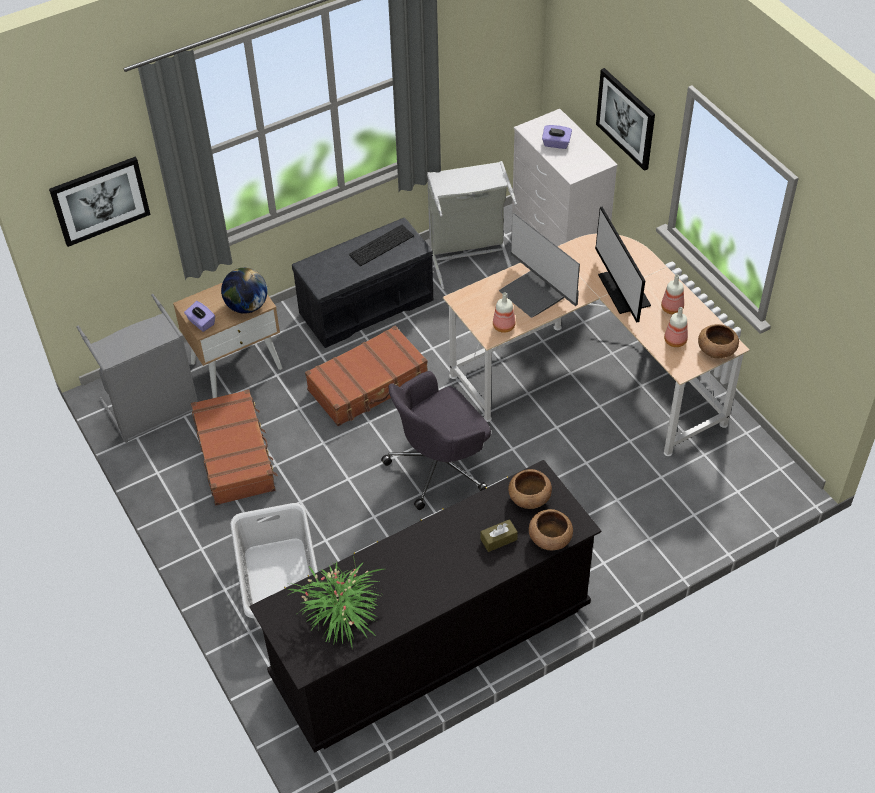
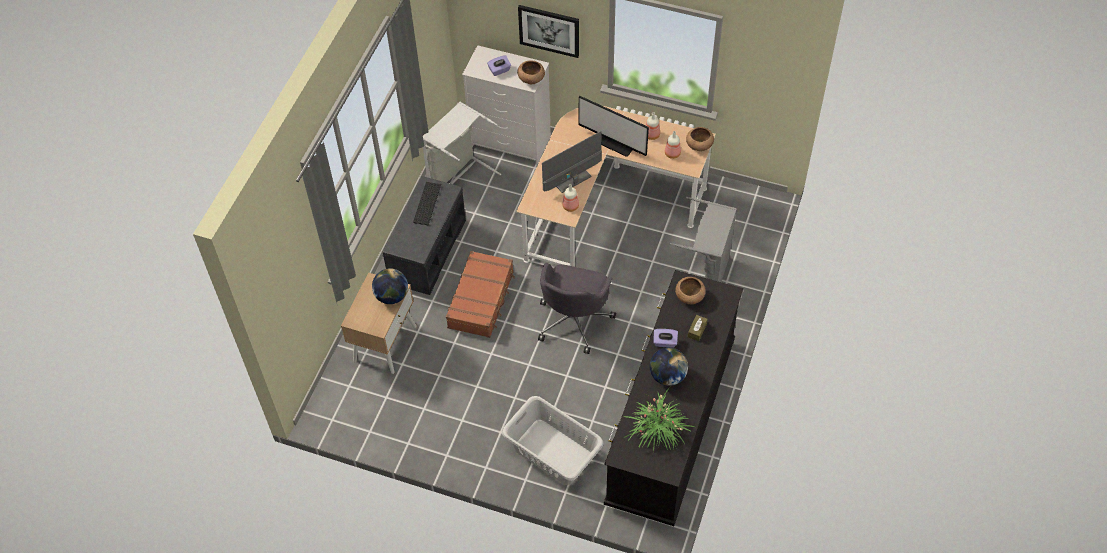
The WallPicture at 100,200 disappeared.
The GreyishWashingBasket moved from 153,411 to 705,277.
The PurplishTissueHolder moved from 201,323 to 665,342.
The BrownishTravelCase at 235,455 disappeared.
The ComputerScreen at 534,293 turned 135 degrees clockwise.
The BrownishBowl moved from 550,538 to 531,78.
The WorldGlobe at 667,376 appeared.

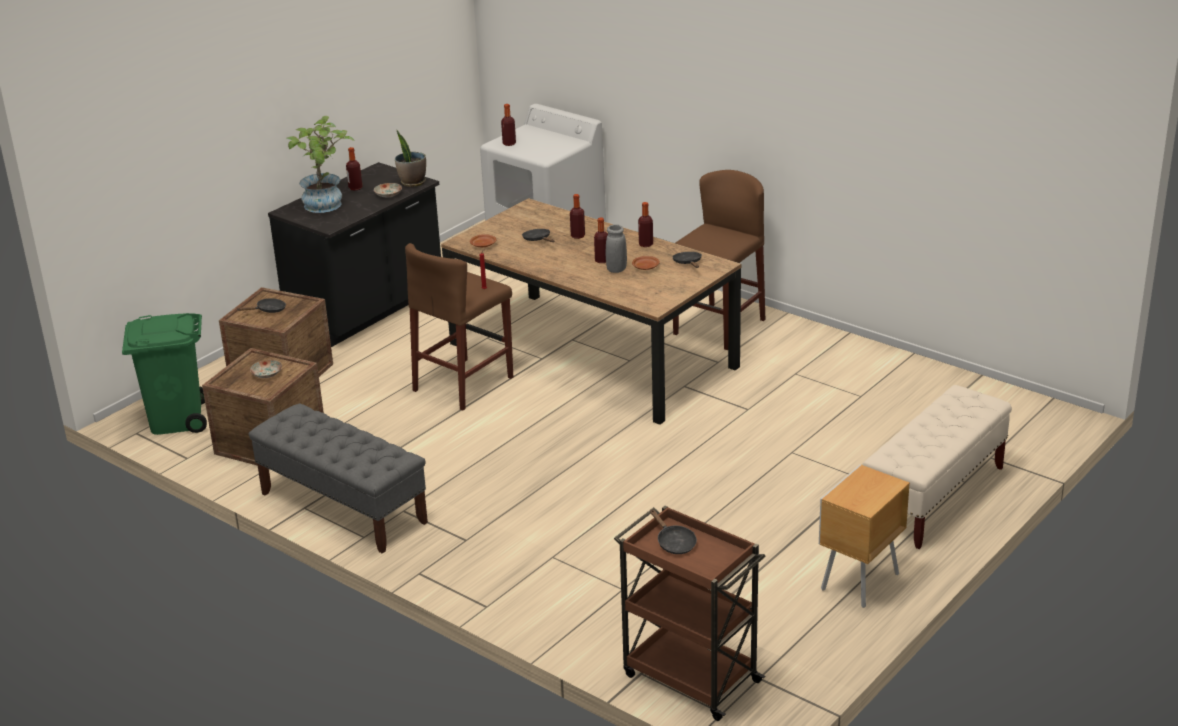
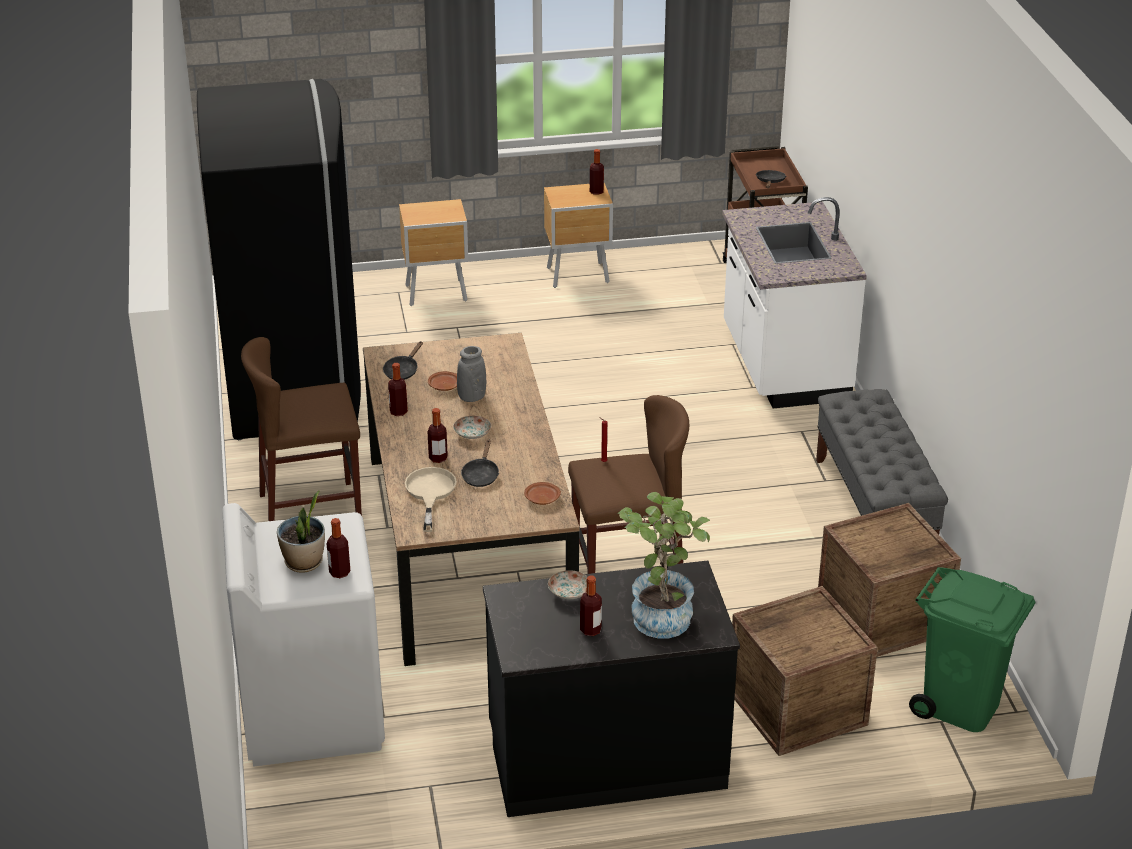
The BlackishSkillet at 268,310 disappeared.
The DinnerPlate moved from 267,374 to 472,433.
The PottedPlant moved from 412,182 to 304,562.
The DrinkBottle moved from 602,260 to 596,191.
The BeigeColouredBench at 933,497 was replaced by the BrownishNightstand at 438,294.
The BlackishKitchenFridge at 293,386 appeared.
The BeigeColouredSkillet at 430,493 appeared.
The WhitishCounter at 783,365 appeared.

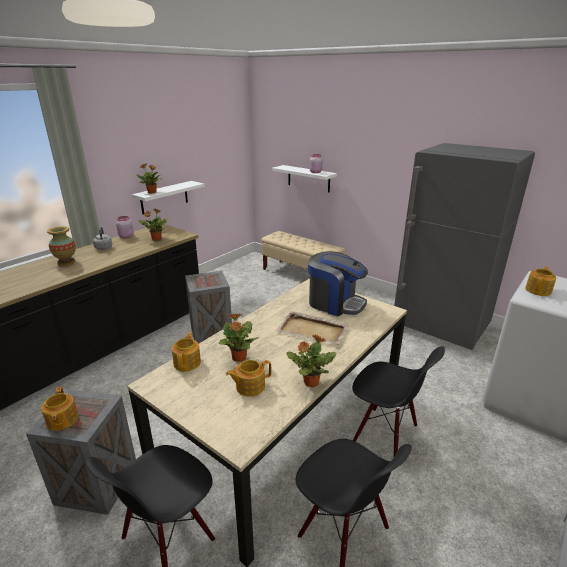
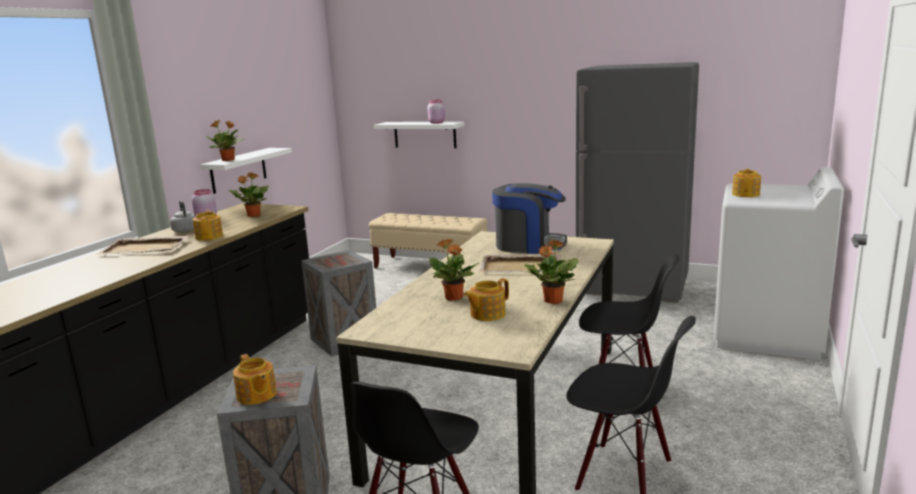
The DecorativeVase at 66,262 was replaced by the BeigeColouredServingTray at 145,248.
The TeaPot moved from 187,362 to 209,236.

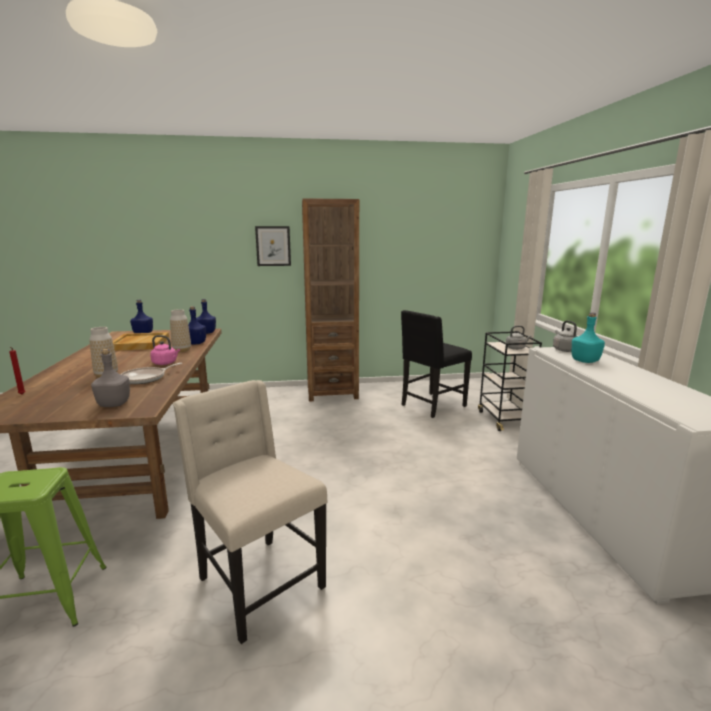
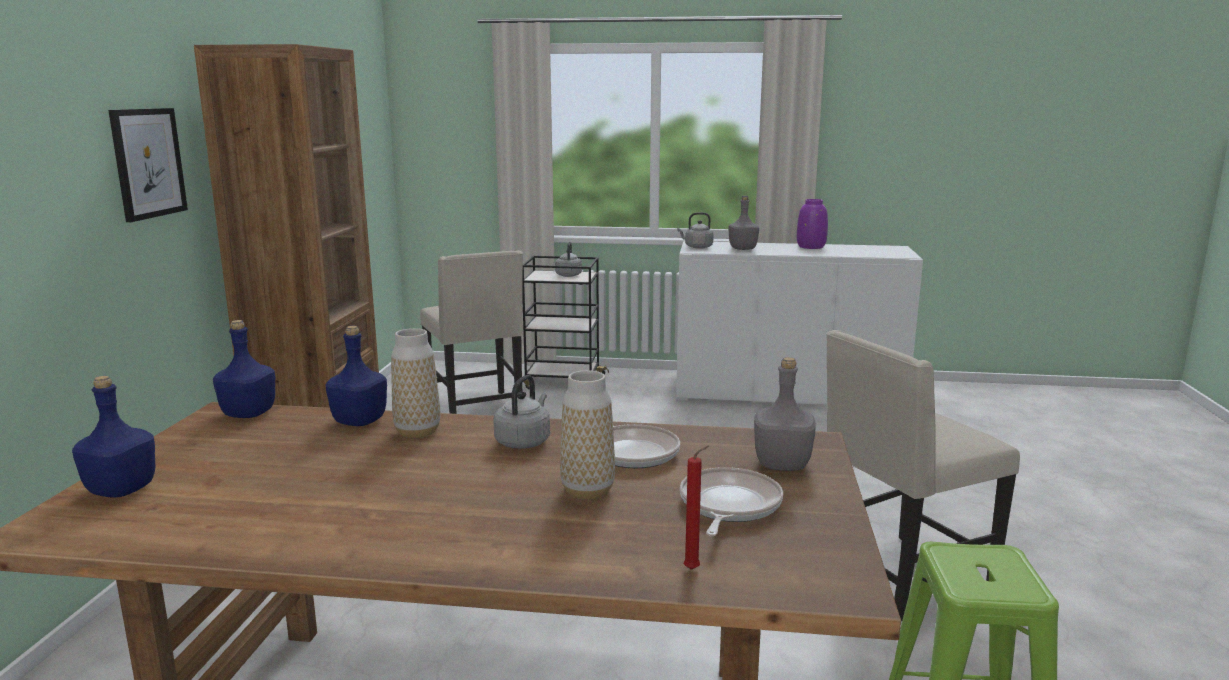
The BeigeColouredServingTray at 140,343 disappeared.
The PinkColouredTeaKettle at 166,363 became the GreyishTeaKettle at 524,441.
The BlackishPlainChair at 432,406 became the BeigeColouredPlainChair at 477,411.
The TurquoiseDrinkBottle at 585,361 became the GreyishDrinkBottle at 743,249.
The Skillet at 728,506 appeared.
The PurplishDecorativeVase at 810,247 appeared.

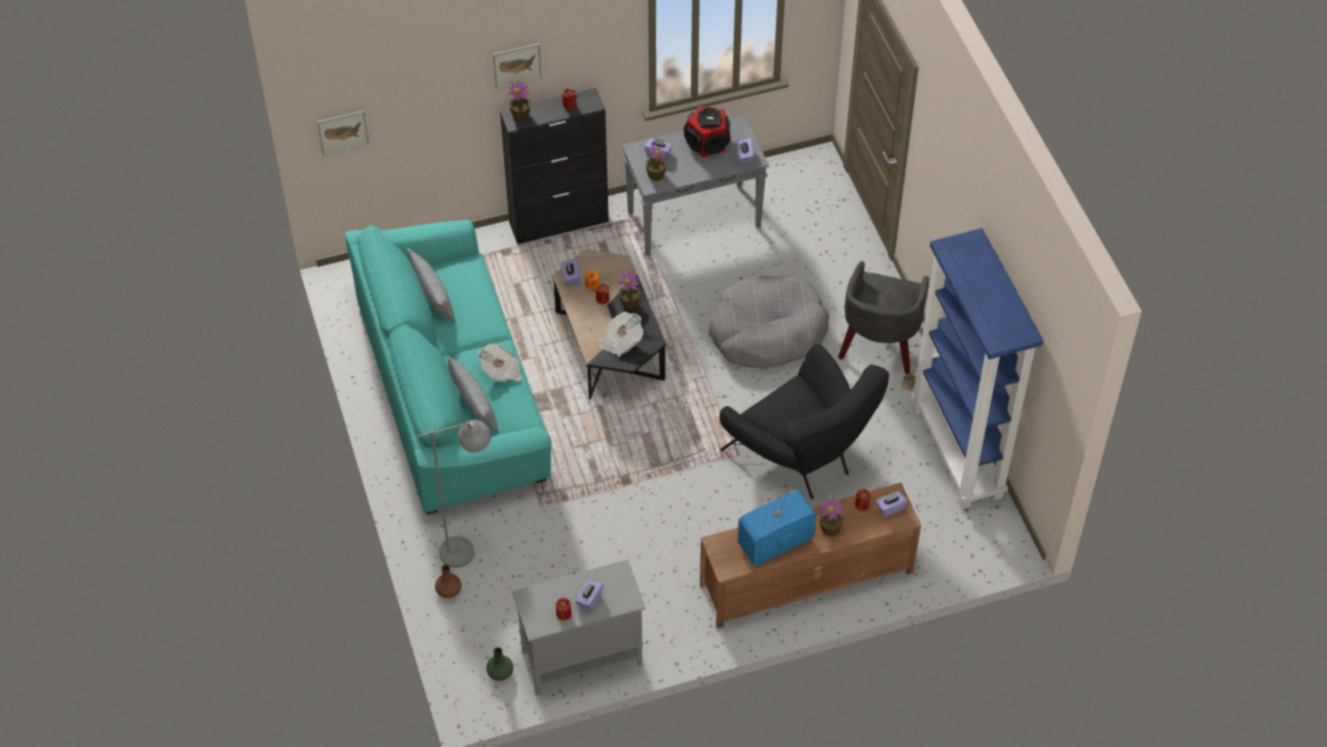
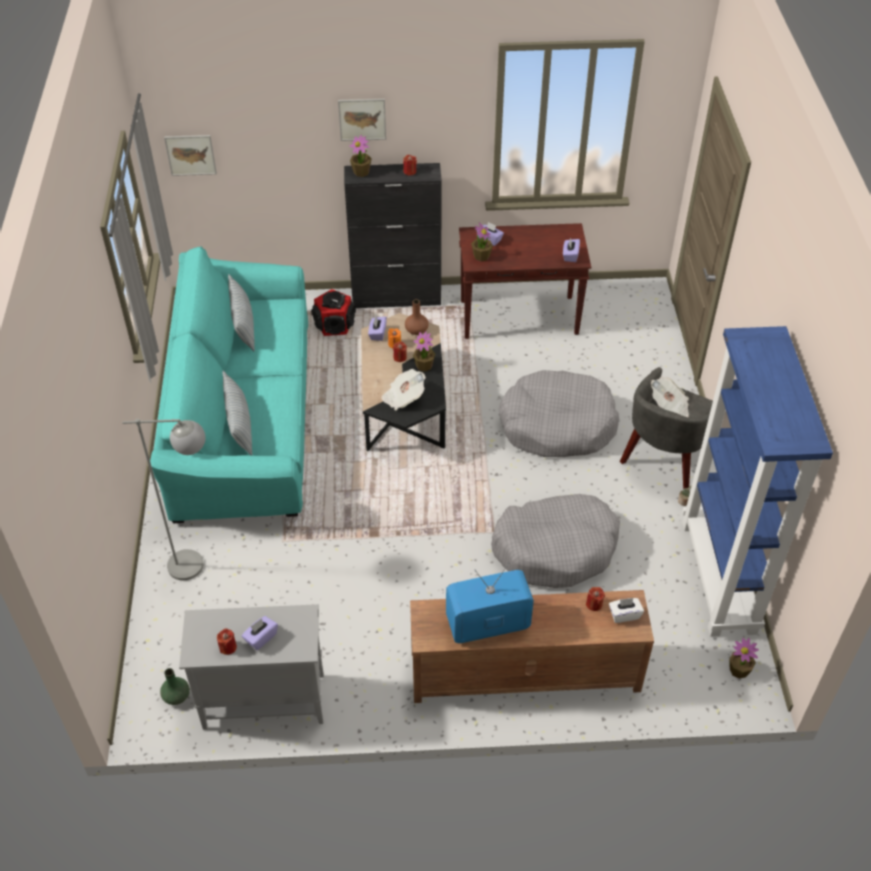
The BrownishDecorativeVase moved from 448,591 to 416,330.
The PrintedPaper moved from 501,371 to 669,406.
The GreyishHallTable at 695,219 became the BrownishHallTable at 520,317.
The AudioSpeaker moved from 707,142 to 334,324.
The BlackishEasyChair at 801,458 was replaced by the GreyishPetBed at 555,548.
The PottedPlant moved from 830,529 to 739,670.
The PurplishTissueHolder at 890,508 became the WhitishTissueHolder at 624,615.

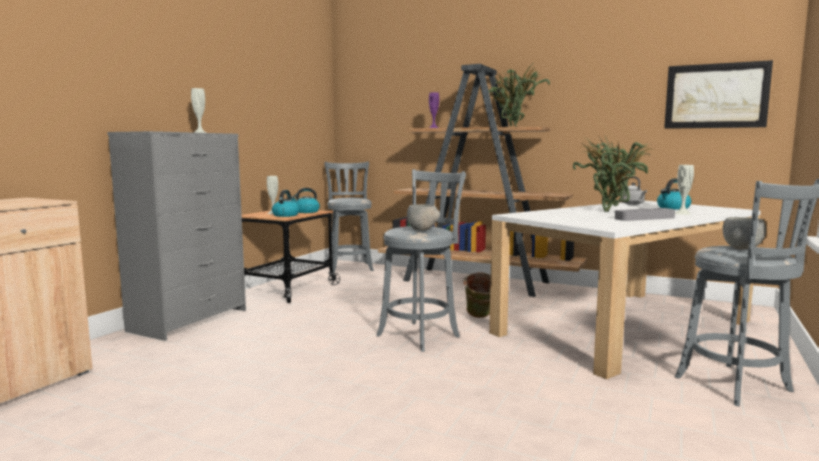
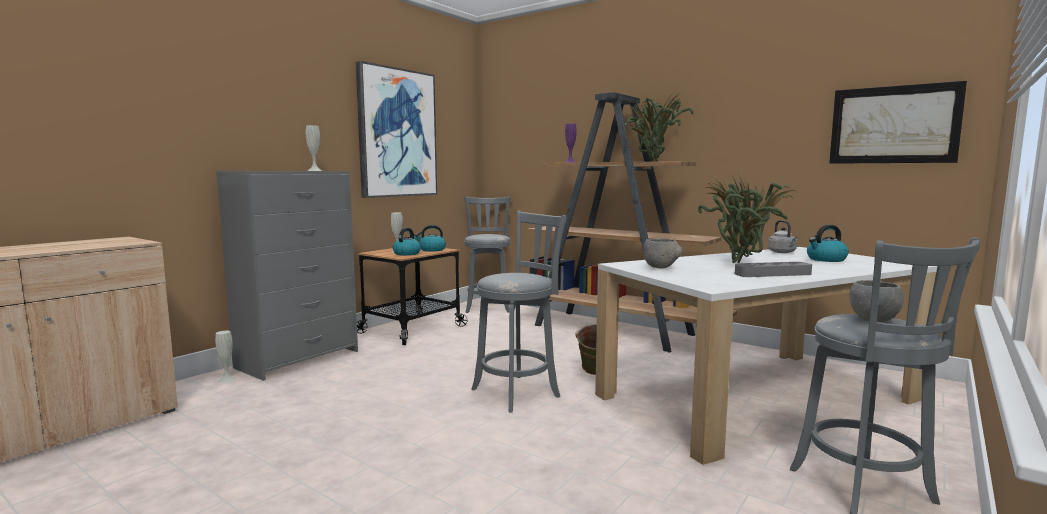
The GreyishBowl moved from 422,230 to 660,268.
The WhitishDecorativeVase moved from 682,213 to 227,380.
The WallPicture at 397,133 appeared.

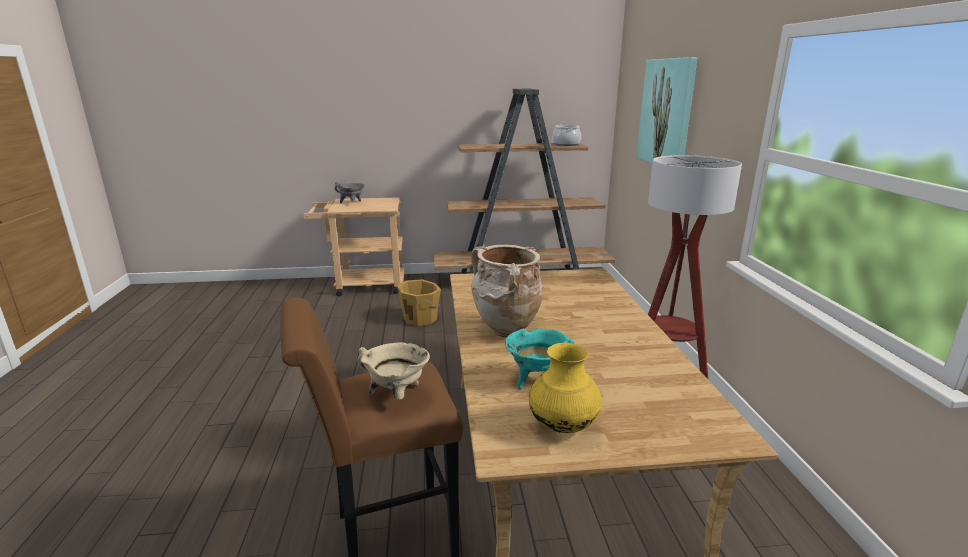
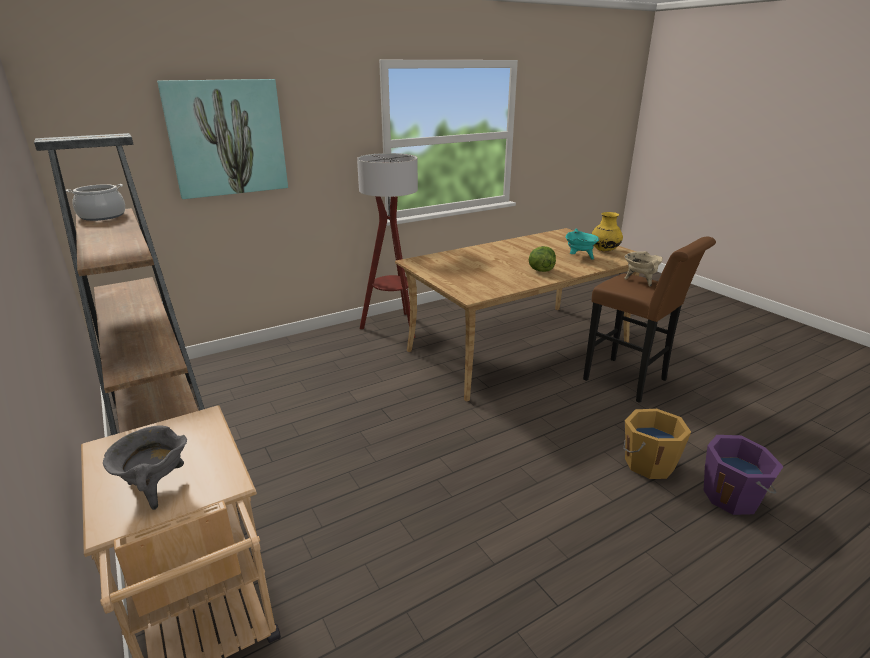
The OrangeyWaterBucket moved from 421,318 to 647,463.
The BeigeColouredDecorativeVase at 505,330 was replaced by the LettuceHead at 540,270.
The PurplishWaterBucket at 732,496 appeared.

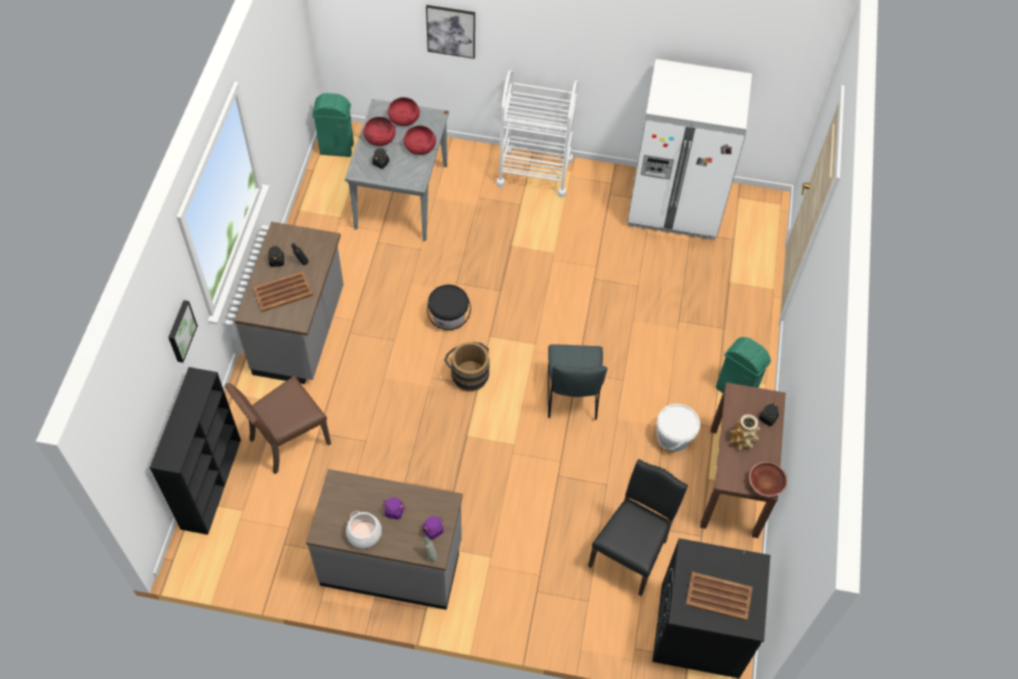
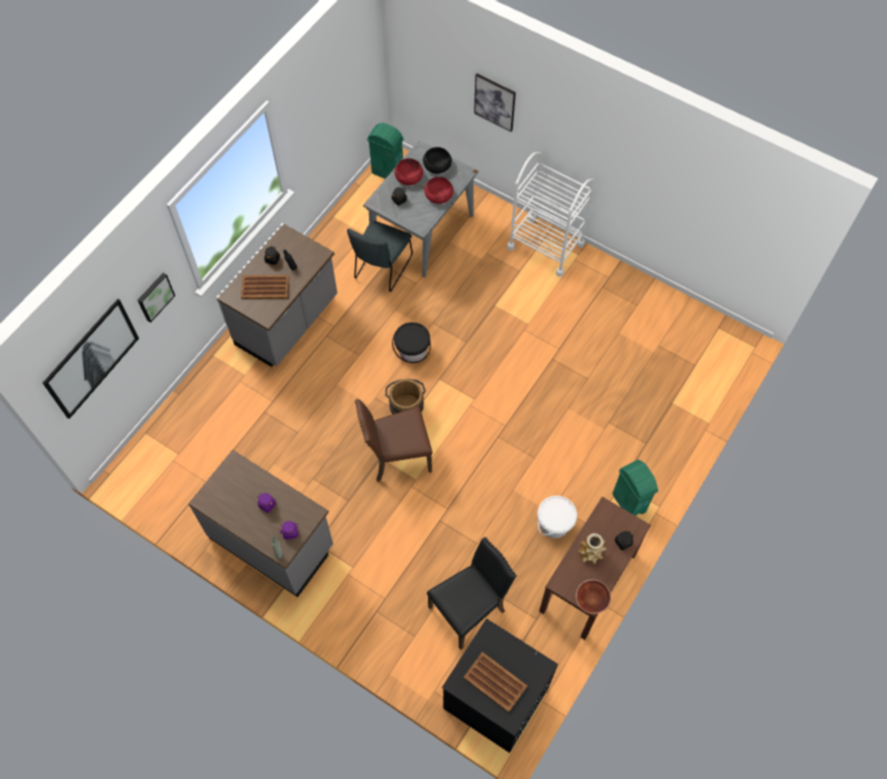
The BlackishBookcase at 211,482 disappeared.
The BrownishPlainChair moved from 287,441 to 397,456.
The Stockpot at 364,534 disappeared.
The ReddishBowl at 404,117 became the BlackishBowl at 437,165.
The GreyishPlainChair moved from 572,397 to 382,269.
The WhitishKitchenFridge at 675,205 disappeared.
The WallPicture at 91,358 appeared.

